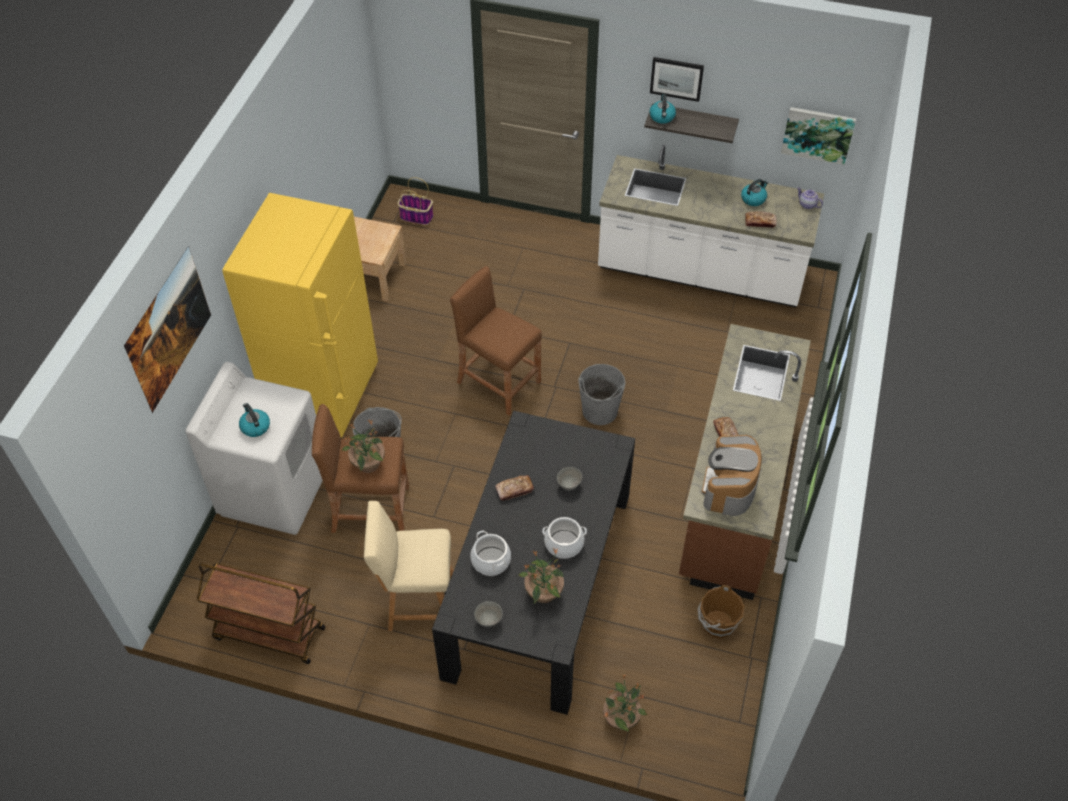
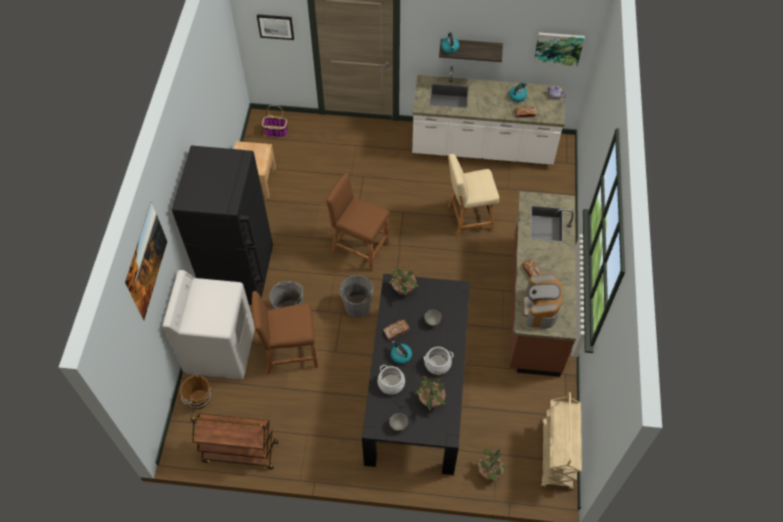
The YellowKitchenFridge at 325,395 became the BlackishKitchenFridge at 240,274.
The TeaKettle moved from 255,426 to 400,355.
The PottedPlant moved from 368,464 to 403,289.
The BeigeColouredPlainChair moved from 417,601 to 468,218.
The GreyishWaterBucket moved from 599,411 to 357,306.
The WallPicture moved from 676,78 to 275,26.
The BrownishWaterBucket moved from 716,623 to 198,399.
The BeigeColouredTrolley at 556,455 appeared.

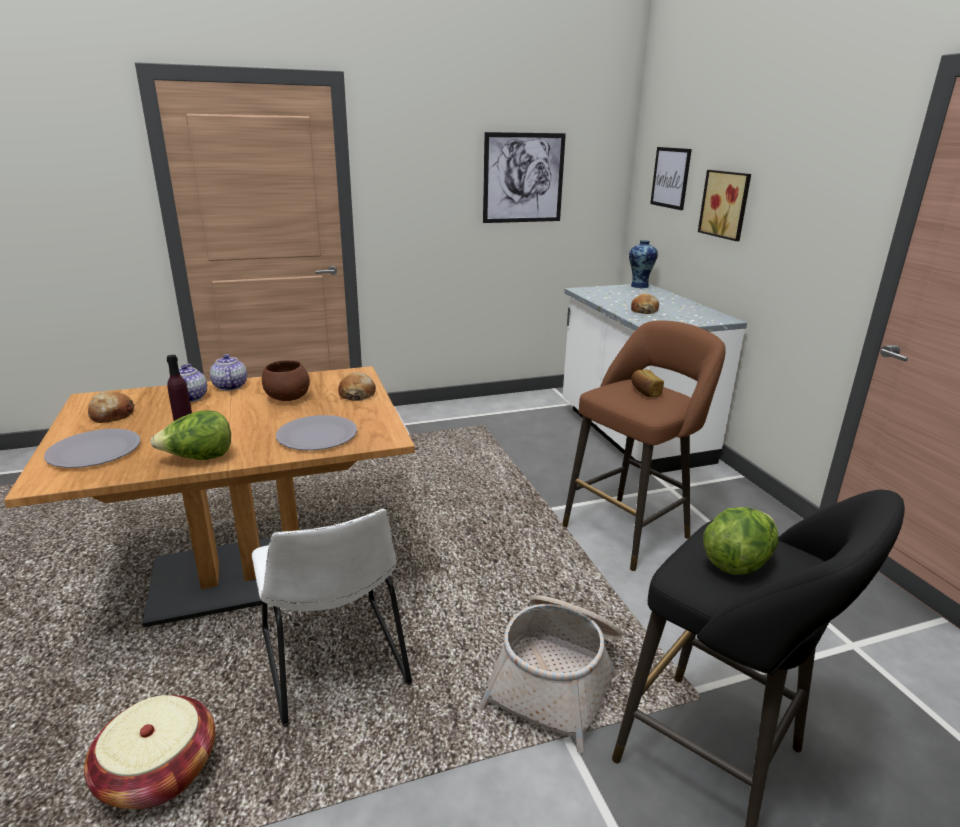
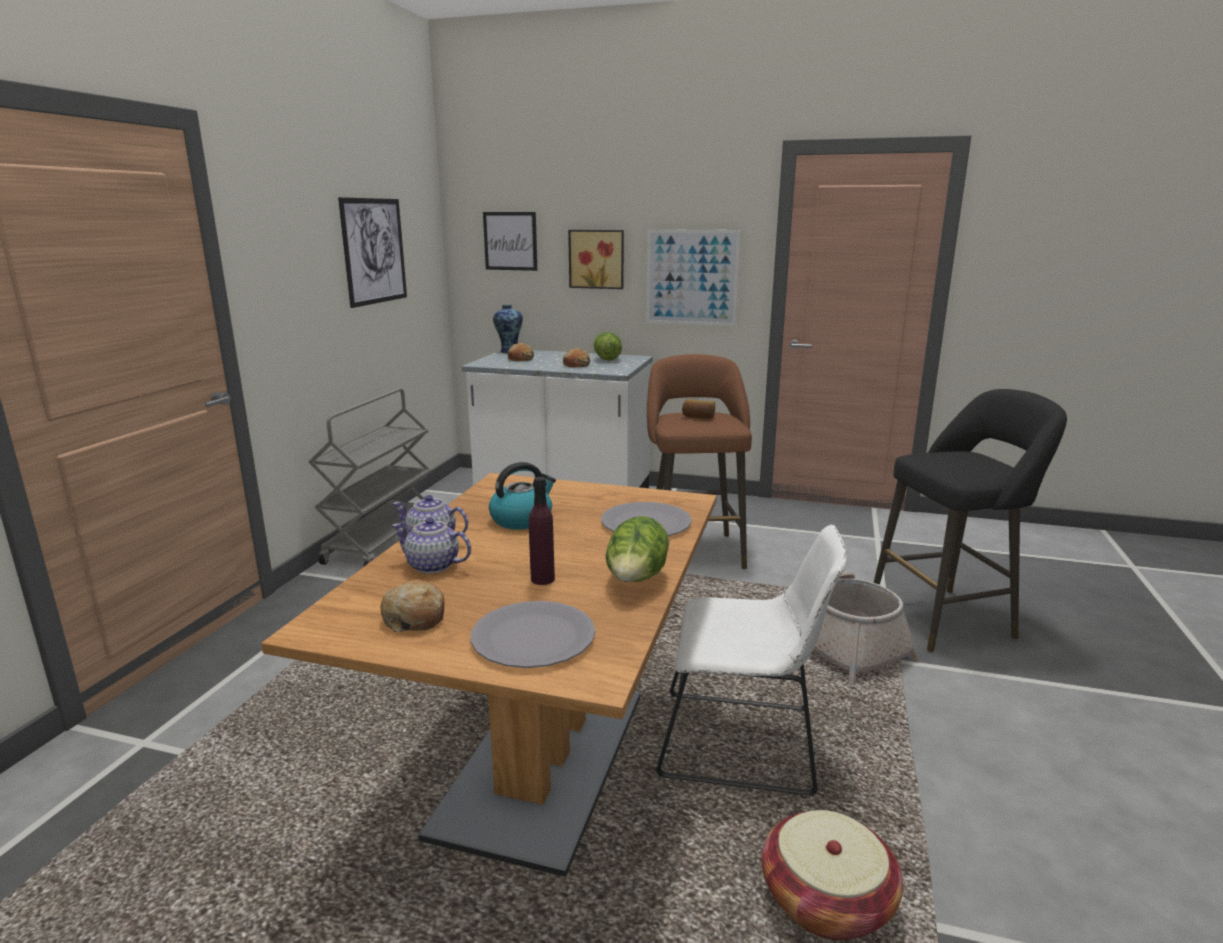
The BrownishBowl at 287,398 was replaced by the TeaKettle at 522,519.
The BakedBread moved from 357,394 to 521,359.
The LettuceHead moved from 737,562 to 607,359.
The GreyishTrolley at 381,540 appeared.
The WallPicture at 692,277 appeared.

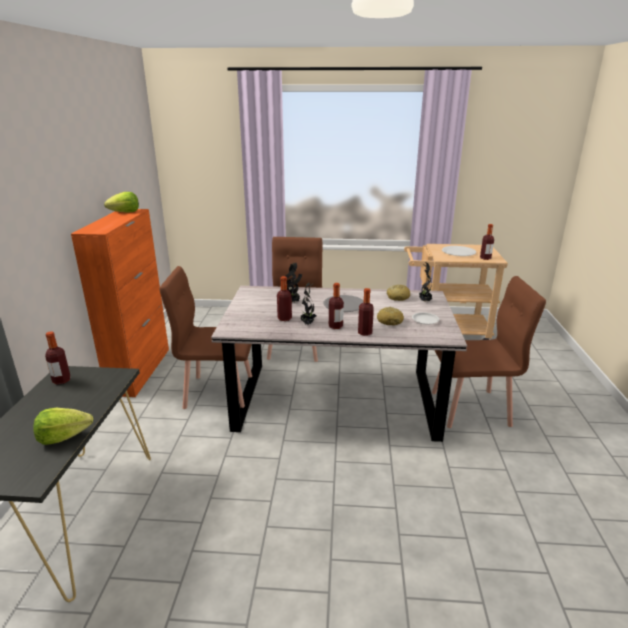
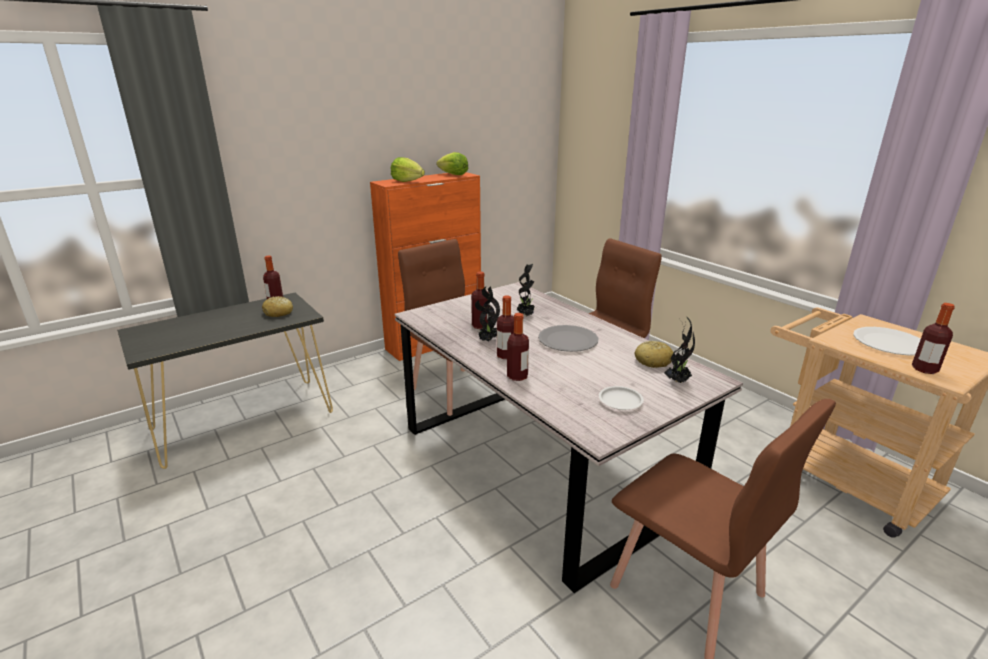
The LettuceHead moved from 63,437 to 407,181.
The BakedBread moved from 390,321 to 278,313.

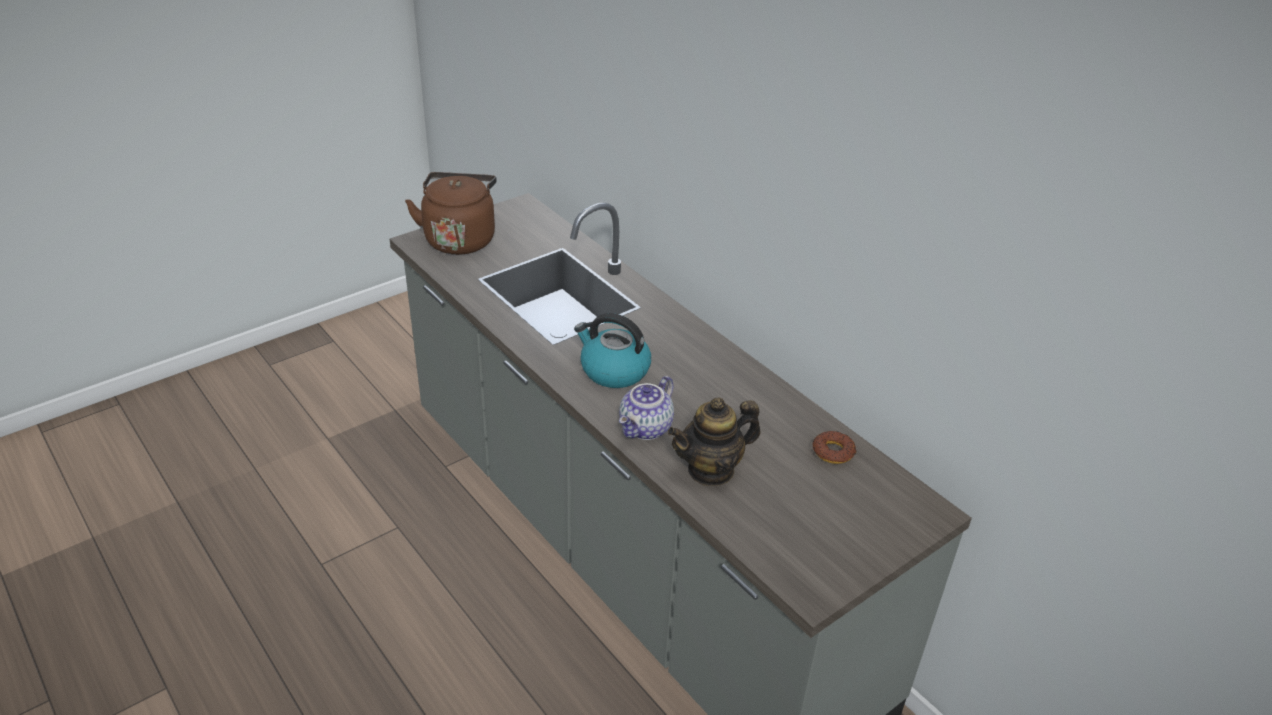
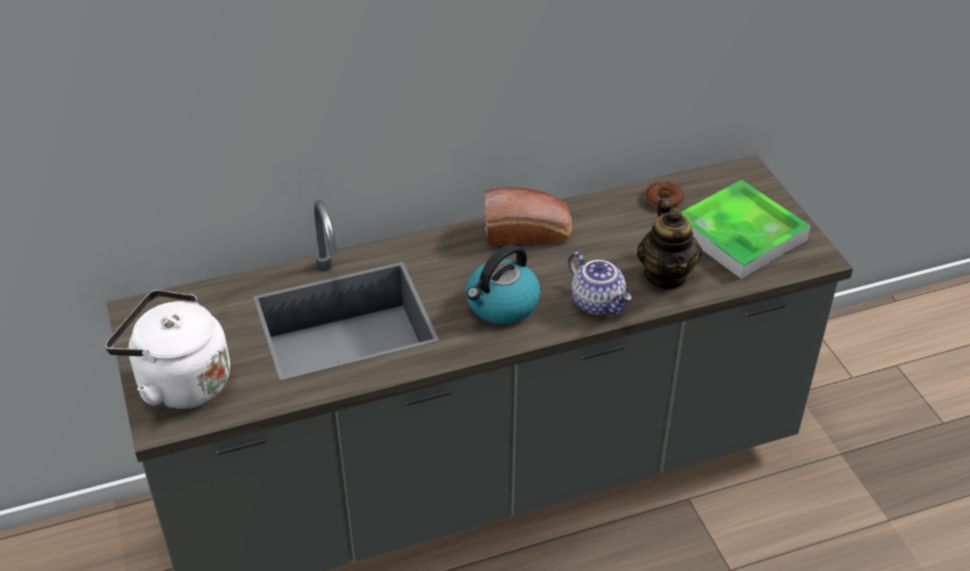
The BrownishTeaKettle at 460,238 became the WhitishTeaKettle at 178,382.
The BakedBread at 528,231 appeared.
The ServingTray at 740,234 appeared.

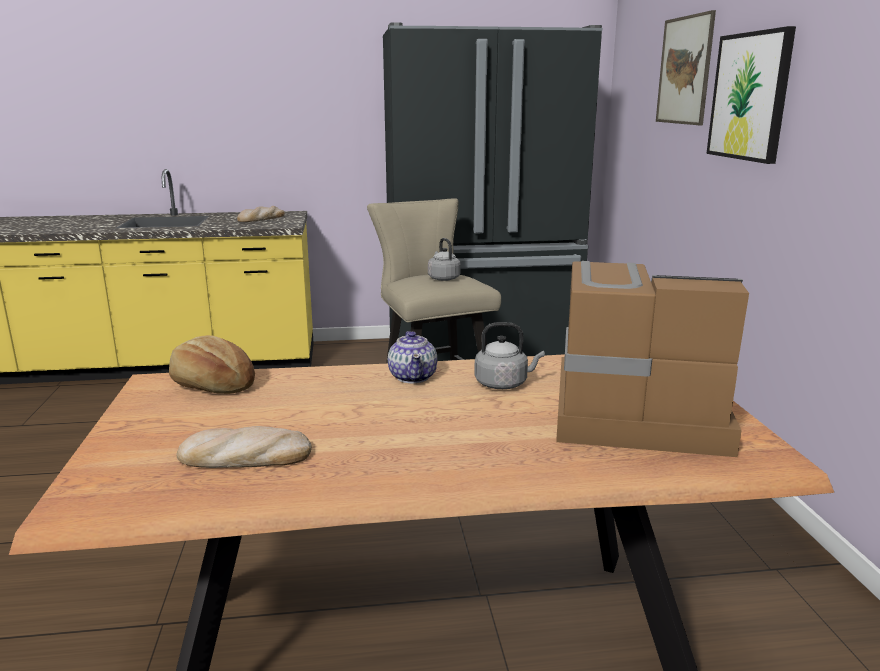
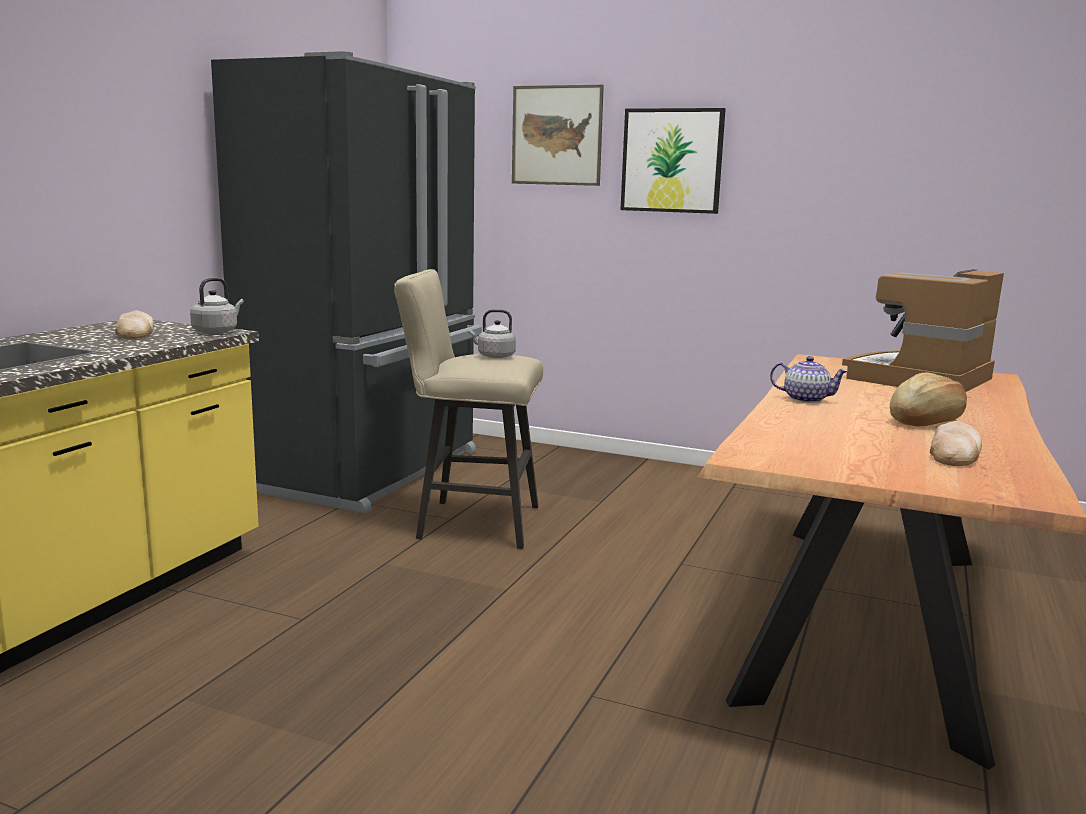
The BakedBread moved from 212,385 to 926,421.
The GreyishTeaKettle moved from 504,384 to 217,331.

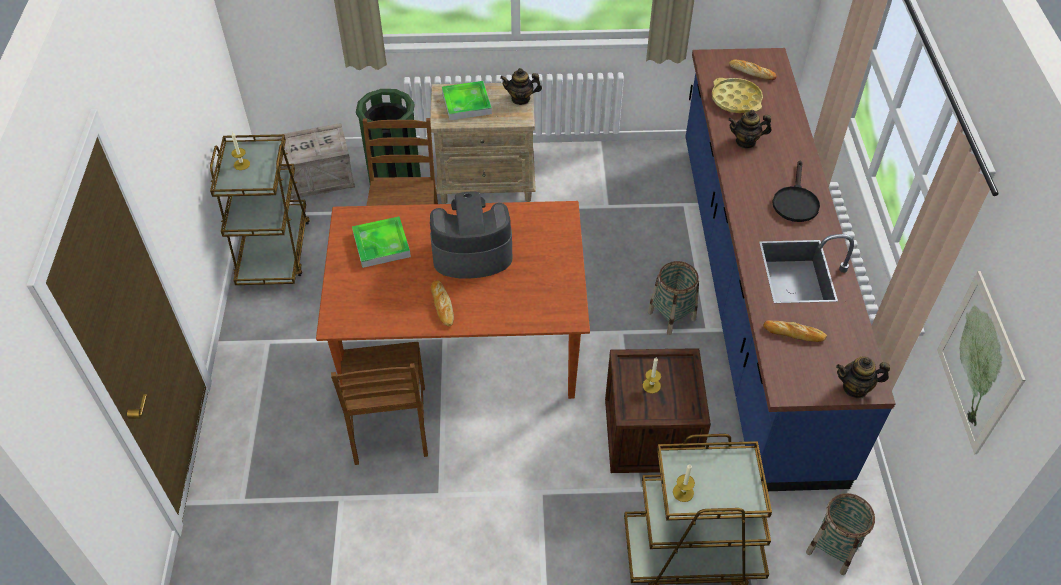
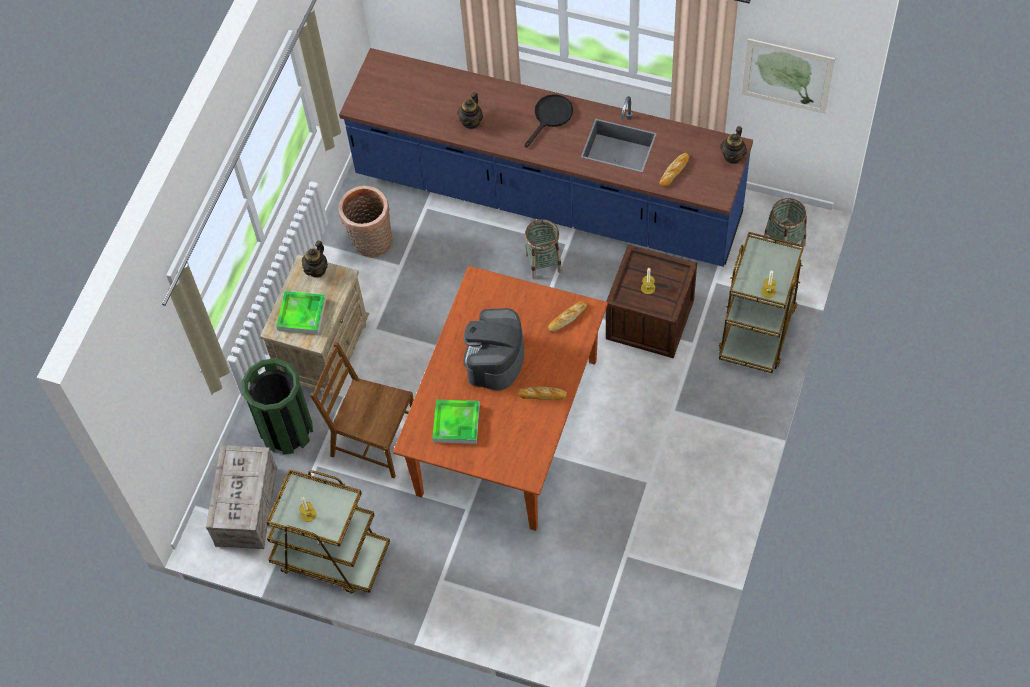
The BrownishPlainChair at 390,425 disappeared.
The YellowServingTray at 736,100 disappeared.
The BakedBread moved from 752,72 to 567,317.
The BlackishSkillet at 795,201 turned 90 degrees counterclockwise.
The StorageBasket at 371,243 appeared.

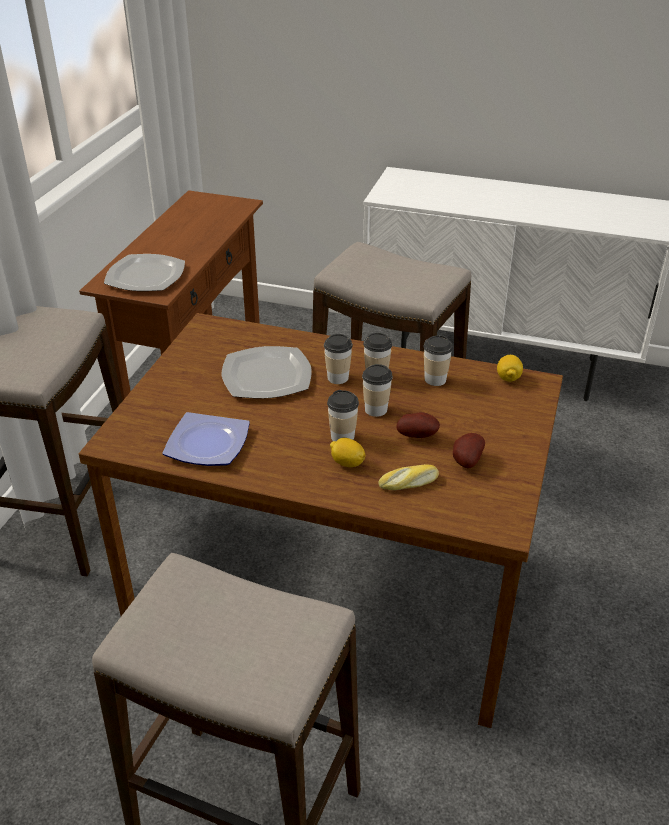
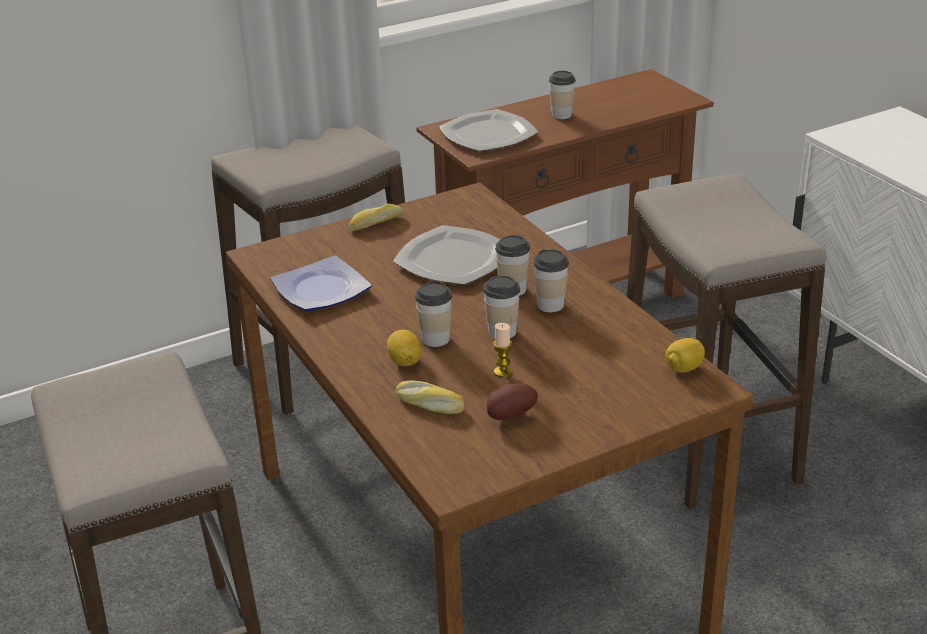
The Potato at 417,435 was replaced by the WaxCandle at 503,372.
The SmallCup moved from 435,379 to 561,115.
The BakedBread at 375,223 appeared.

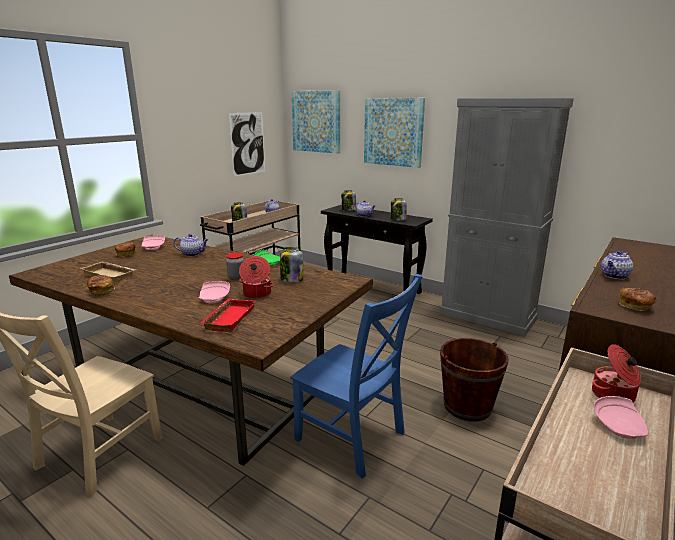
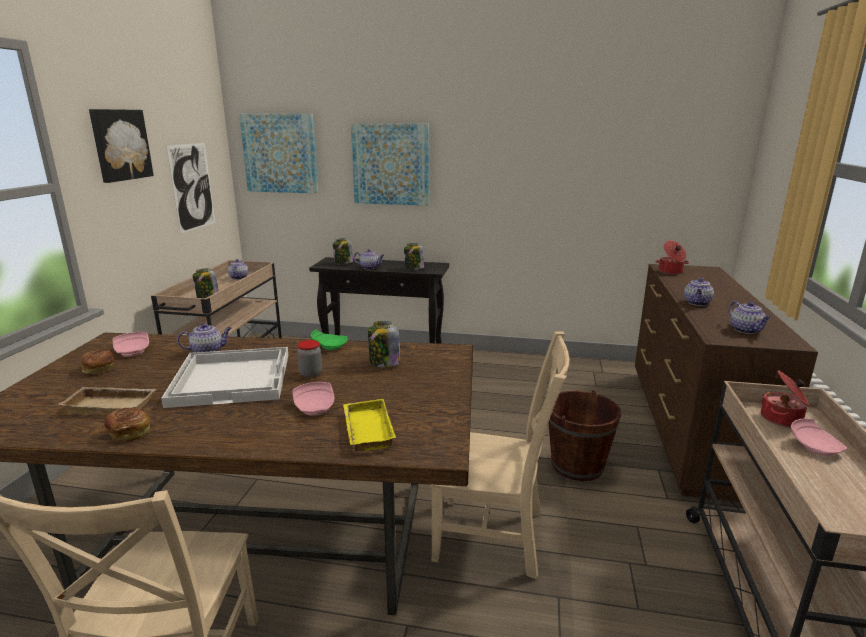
The ReddishServingTray at 228,318 became the YellowServingTray at 366,429.
The Stockpot moved from 256,294 to 670,272.
The BlueColouredPlainChair at 353,438 became the BeigeColouredPlainChair at 494,537.
The GreyishCupboard at 487,316 disappeared.
The BakedBread at 635,306 was replaced by the TeaPot at 746,330.
The WallPicture at 120,145 appeared.
The WhitishServingTray at 233,378 appeared.

